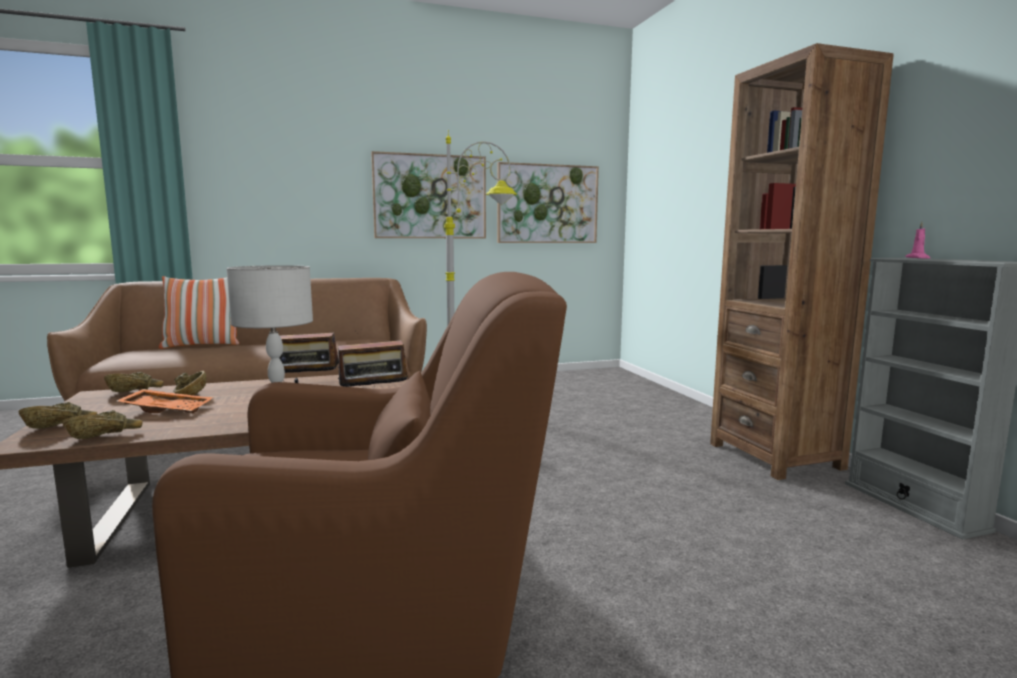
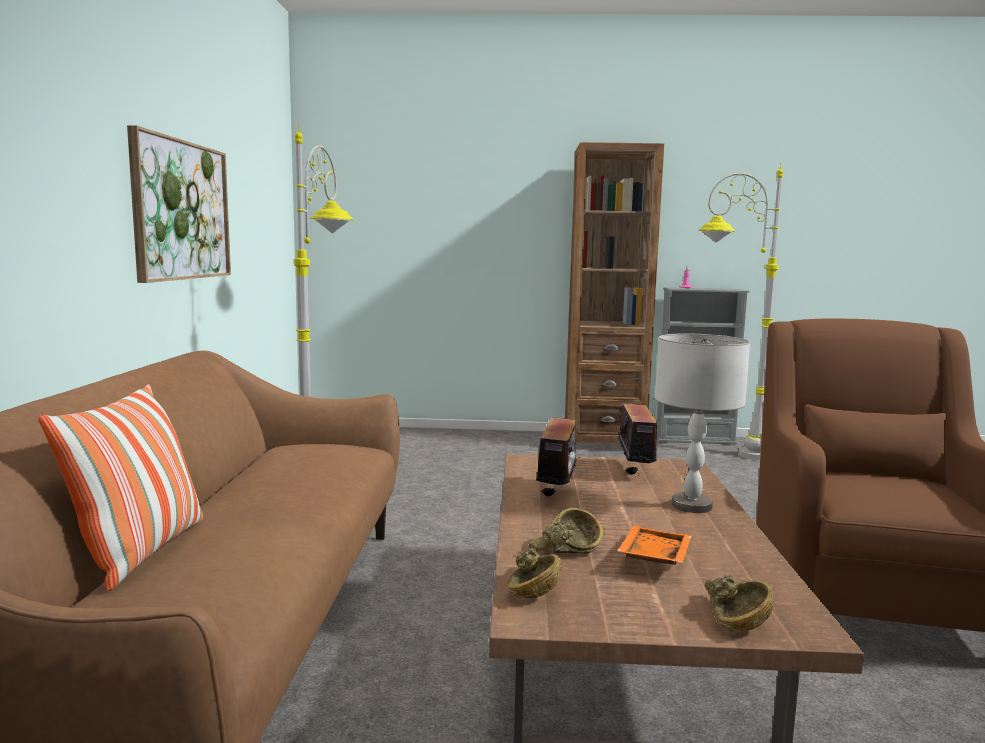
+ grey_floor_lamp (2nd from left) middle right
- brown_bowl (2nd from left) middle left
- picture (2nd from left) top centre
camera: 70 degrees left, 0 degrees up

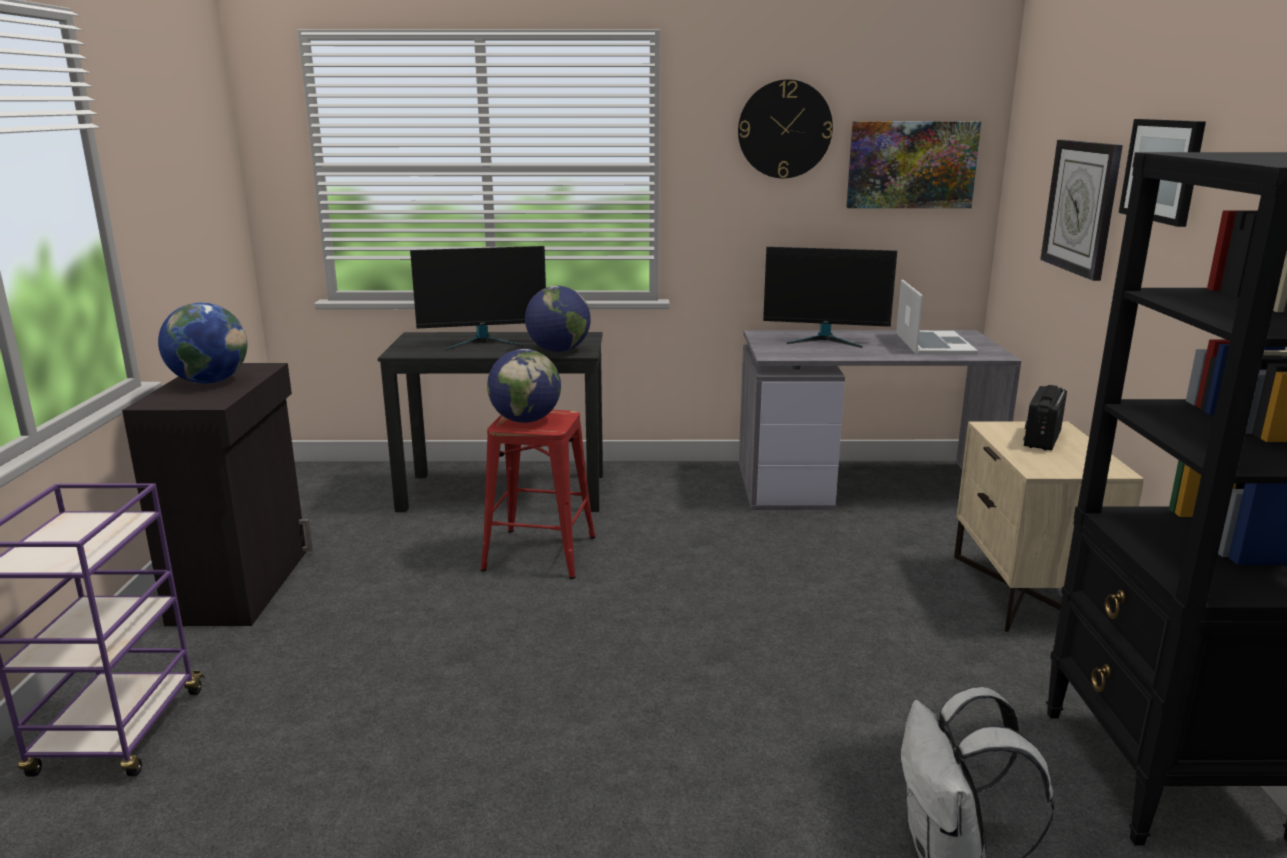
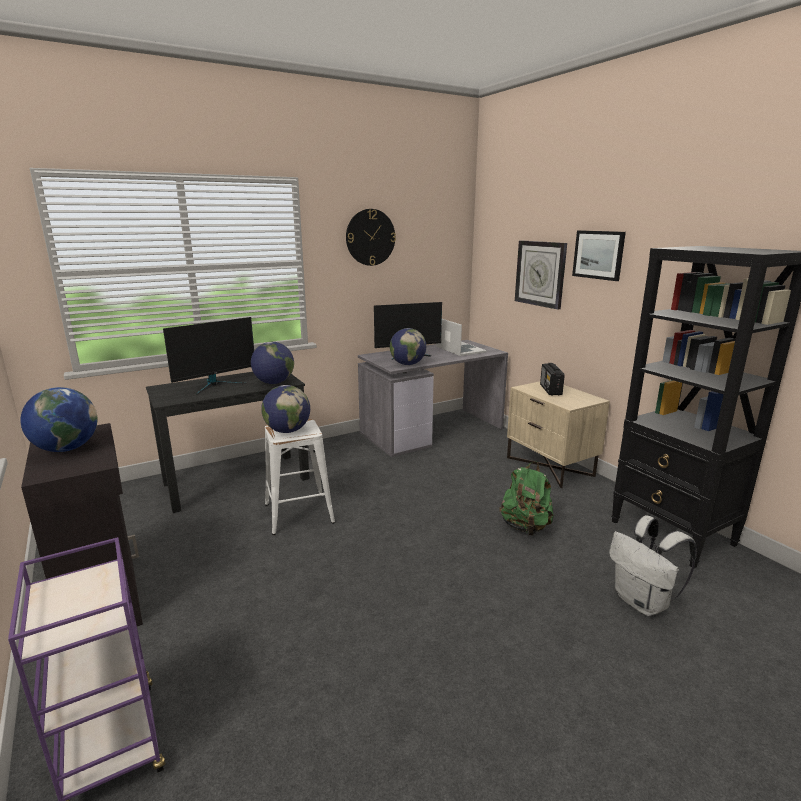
~ red_stool centre to white_stool centre
+ globe (4th from left) centre
+ green_backpack centre
- picture (1st from left) top right
camera: 30 degrees left, 0 degrees up

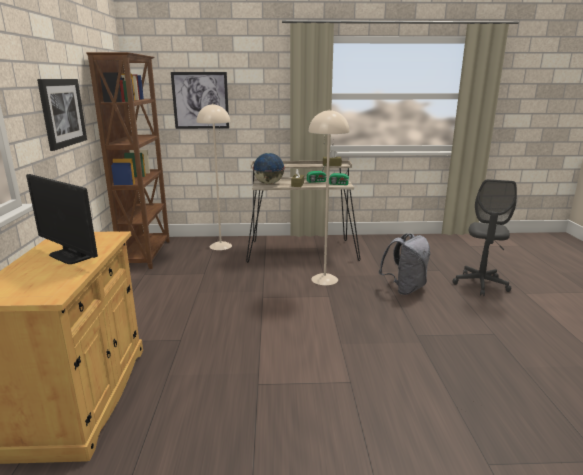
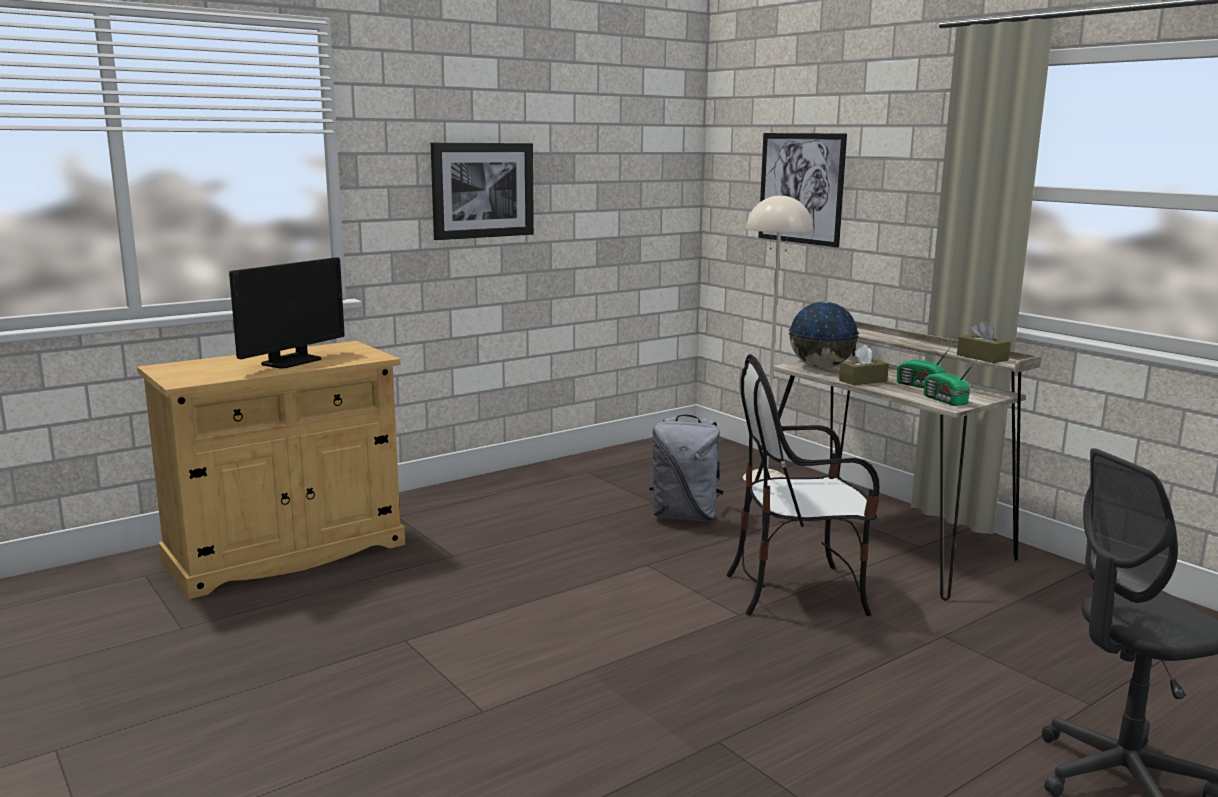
~ monitor middle left = middle left 150 degrees counterclockwise
~ grey_backpack middle right to centre
~ beige_floor_lamp (2nd from left) centre to chair centre
- brown_bookcase middle left
camera: 55 degrees right, 5 degrees down

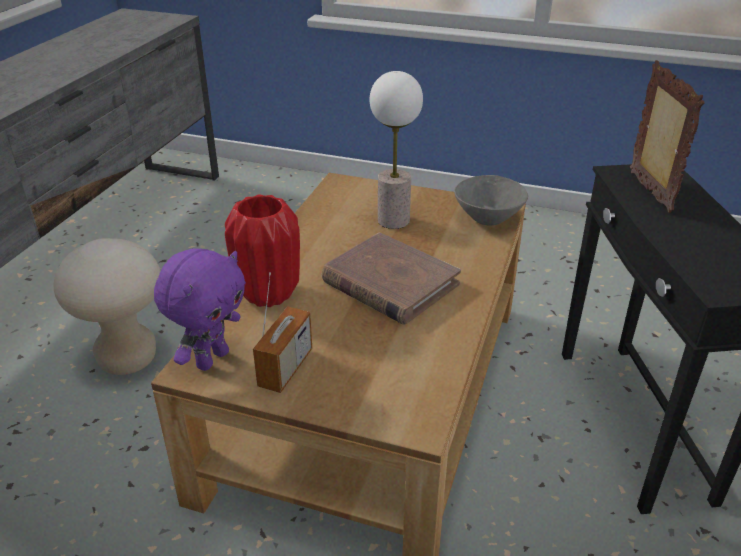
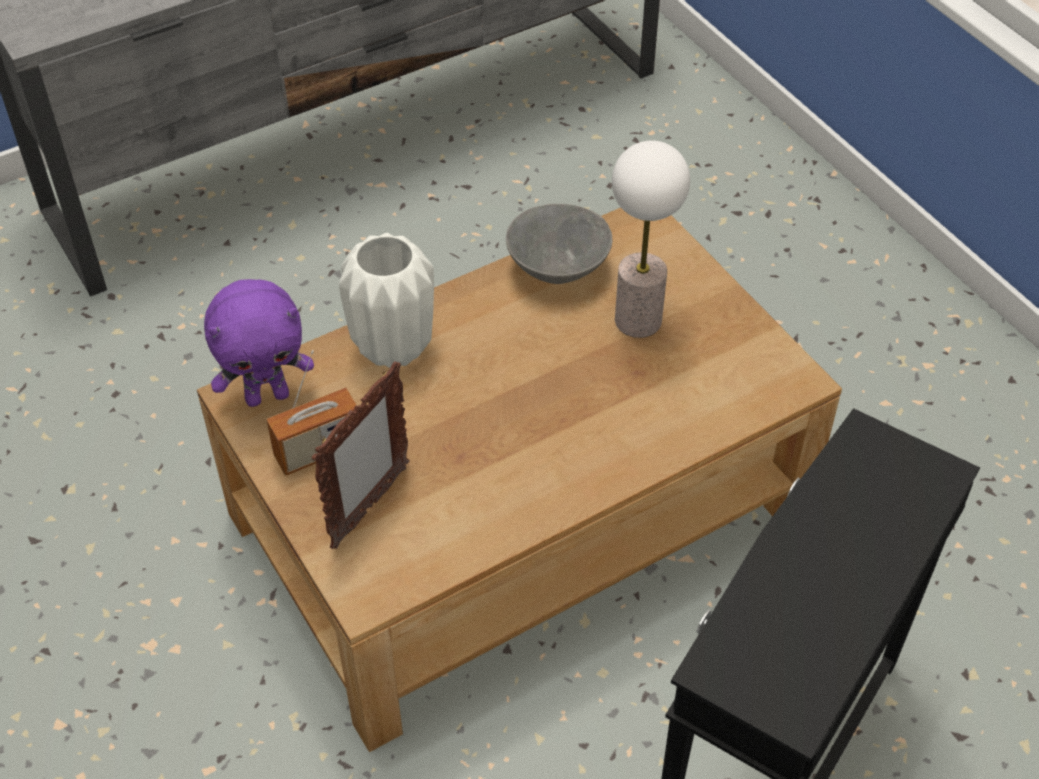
~ picture_frame top right to centre
~ red_vase centre to white_vase centre
~ grey_bowl centre to top centre
- beige_stool middle left
- brown_book centre
camera: 40 degrees right, 15 degrees up

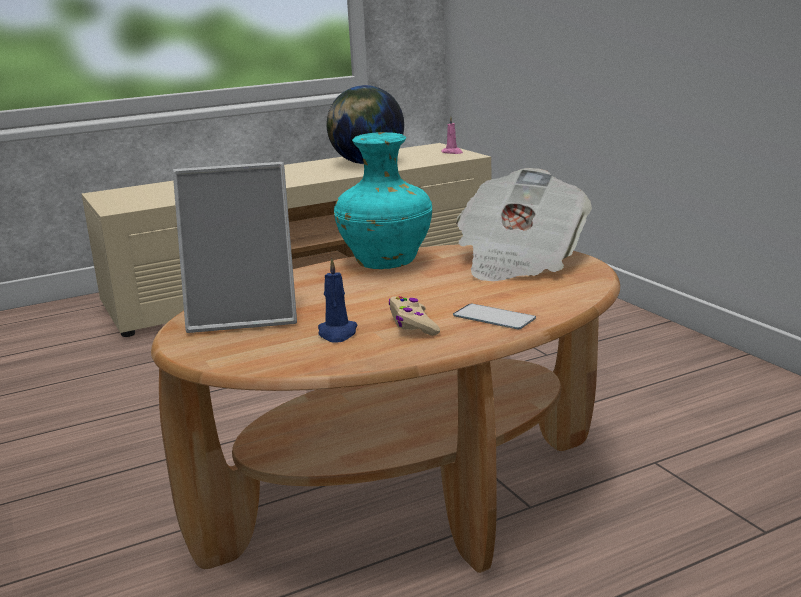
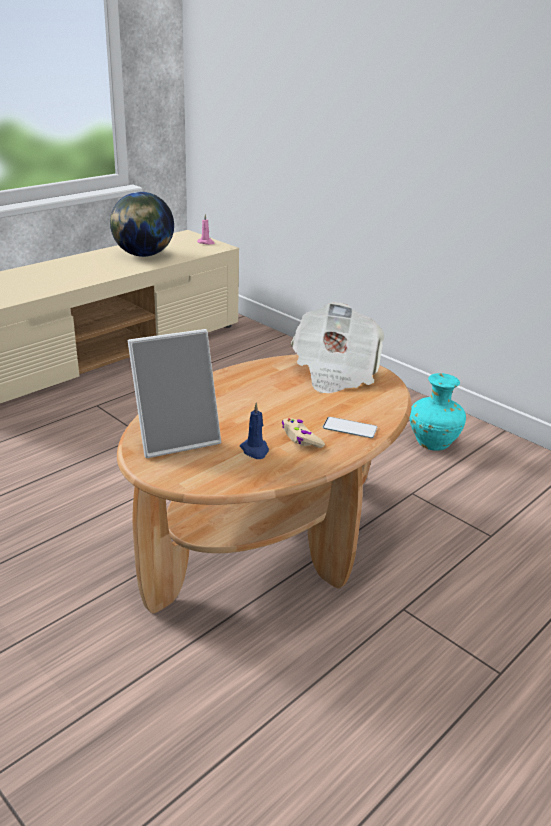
~ turquoise_vase centre to middle right
camera: 20 degrees left, 10 degrees up

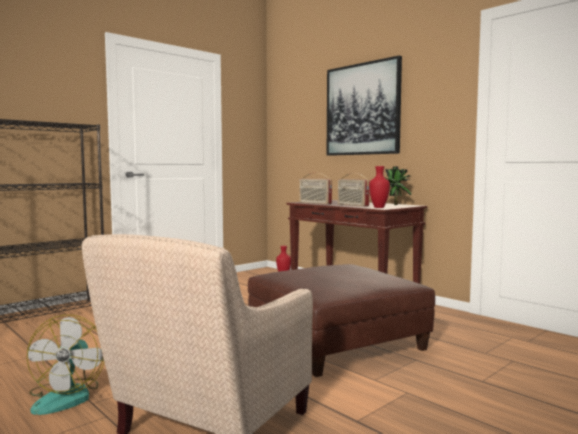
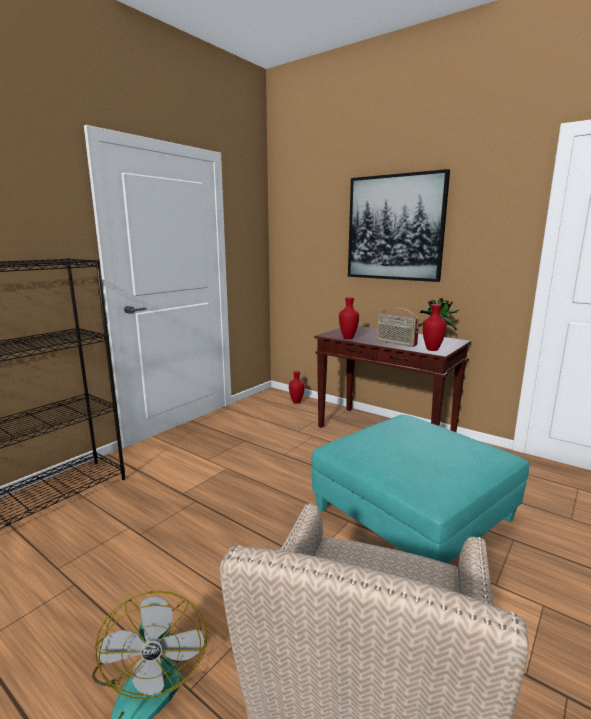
~ brown_ottoman bottom centre to turquoise_ottoman bottom right
~ radio (1st from left) centre to red_vase (2nd from left) centre
camera: 10 degrees left, 10 degrees up

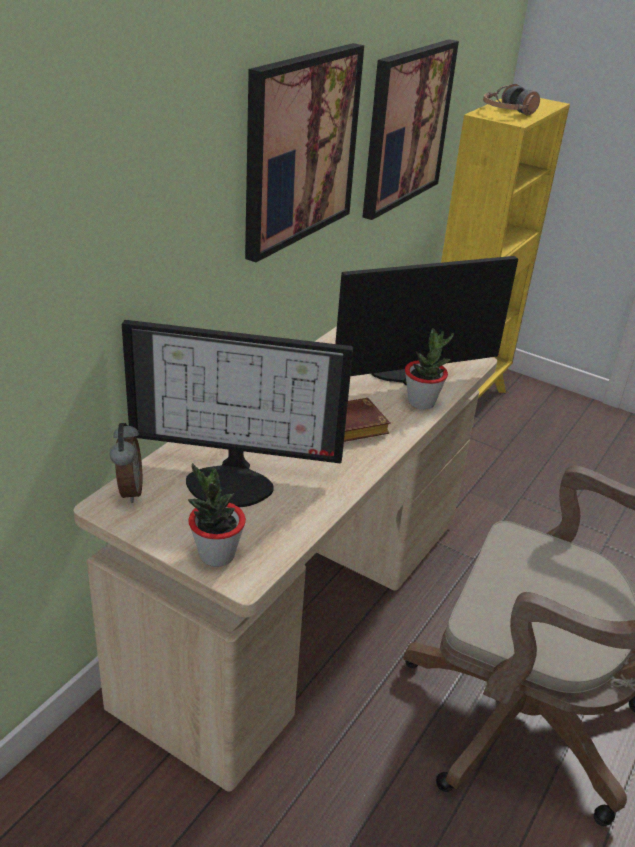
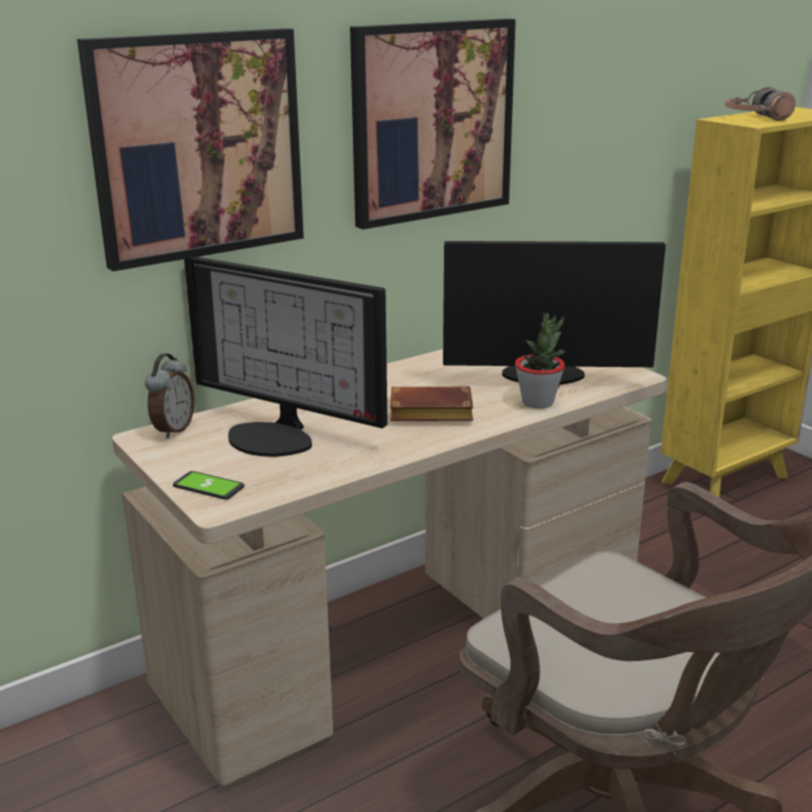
~ picture (2nd from left in the first image) top centre to picture (1st from left) top left
~ potted_plant (1st from left) centre to phone middle left
camera: 25 degrees right, 10 degrees down

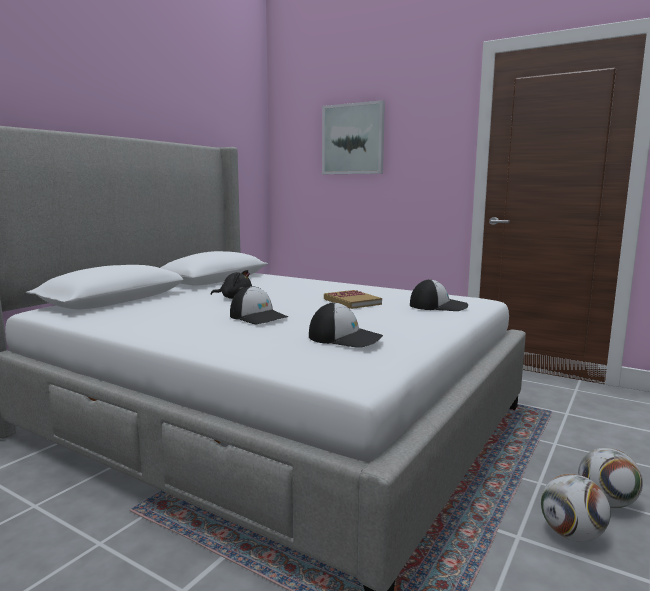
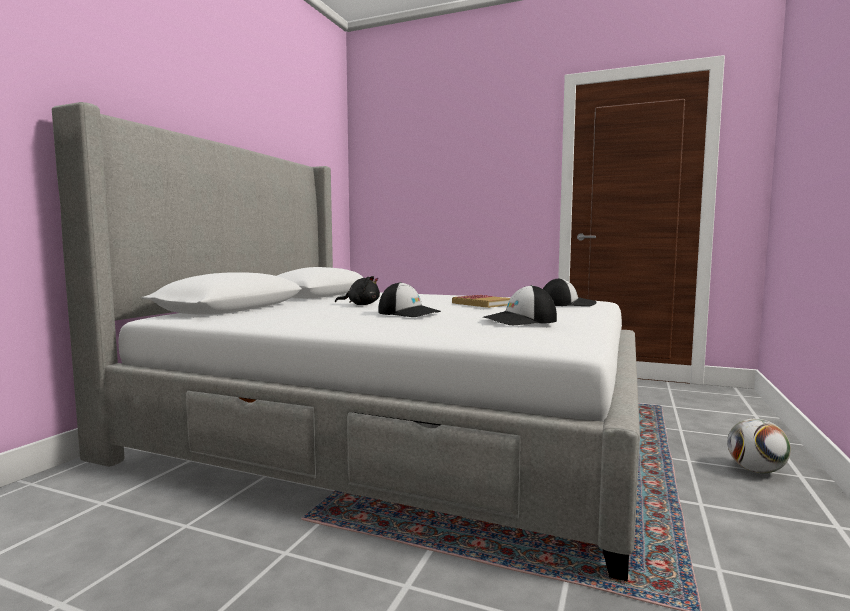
~ cap (2nd from left) centre = centre 150 degrees clockwise
- picture top centre
- football (1st from left) bottom right
camera: 10 degrees left, 5 degrees down

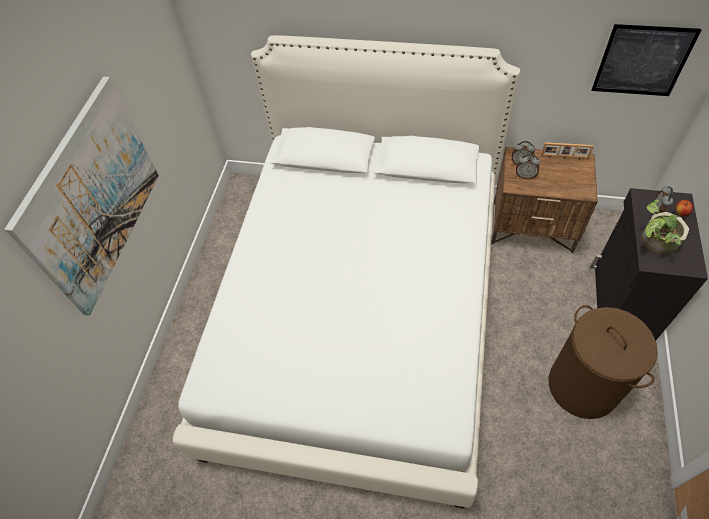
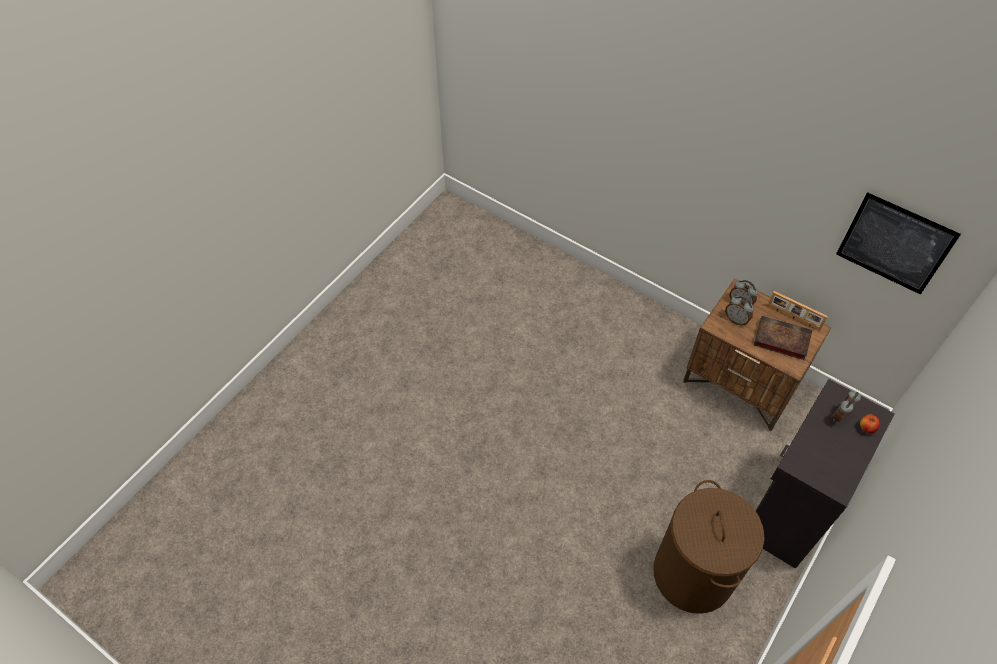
+ book middle right
- picture (1st from left) middle left
- white_bed centre
- potted_plant middle right
camera: 20 degrees right, 0 degrees up

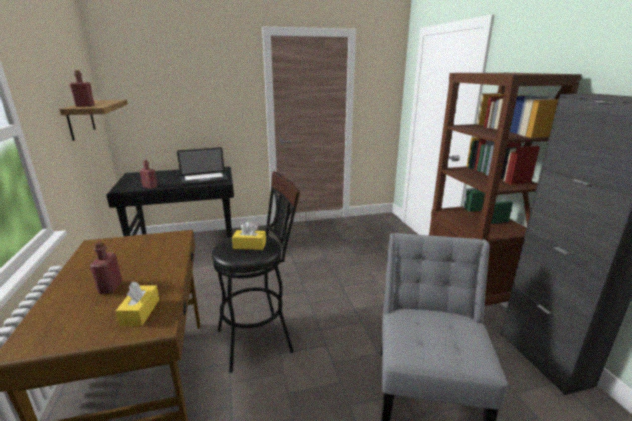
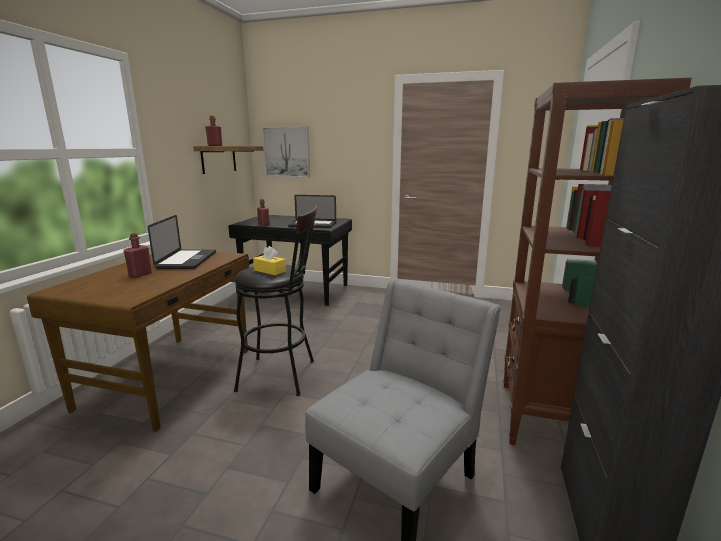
+ laptop (1st from left) middle left
+ picture top centre
- yellow_tissue_box (1st from left) bottom left
camera: 30 degrees right, 5 degrees down

